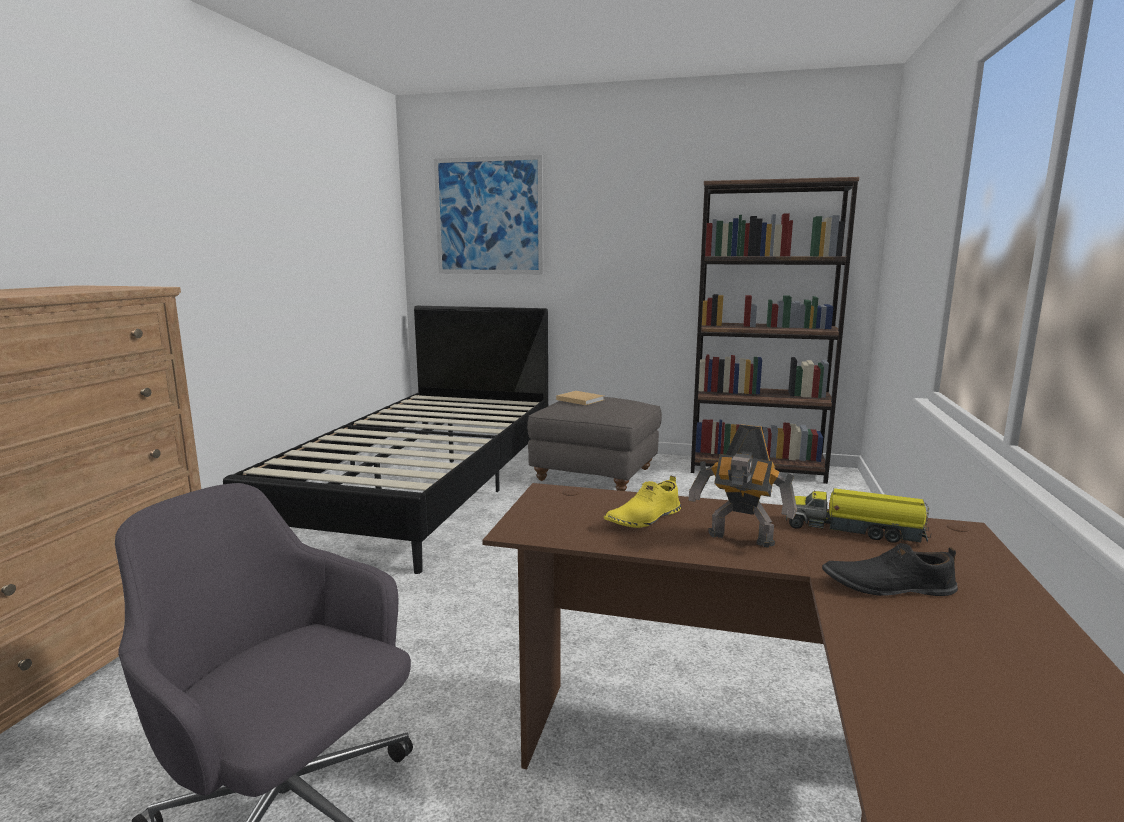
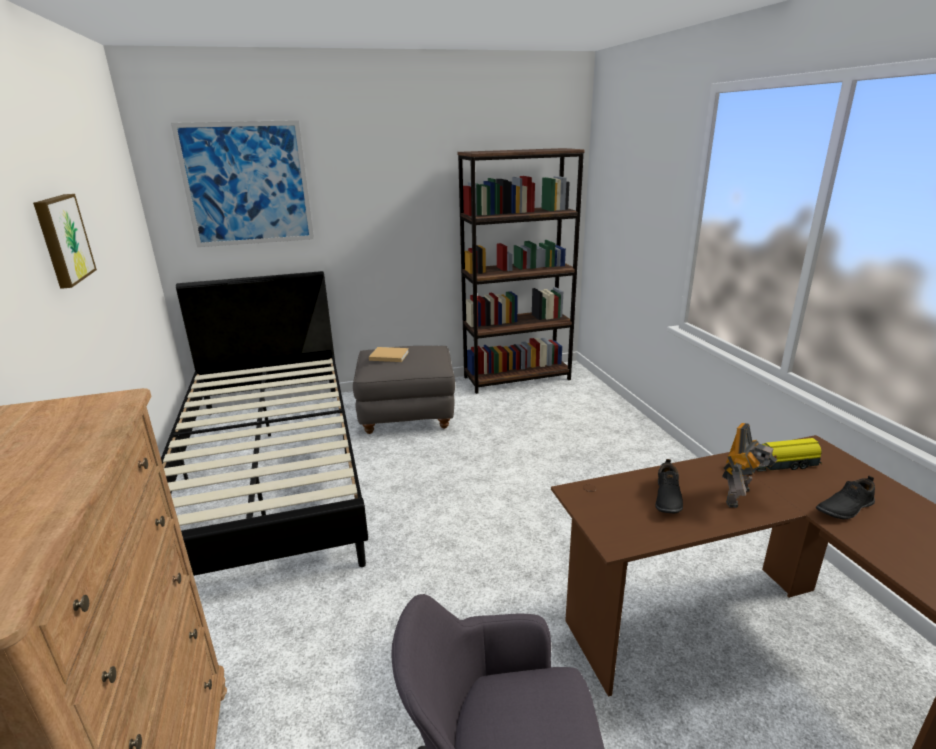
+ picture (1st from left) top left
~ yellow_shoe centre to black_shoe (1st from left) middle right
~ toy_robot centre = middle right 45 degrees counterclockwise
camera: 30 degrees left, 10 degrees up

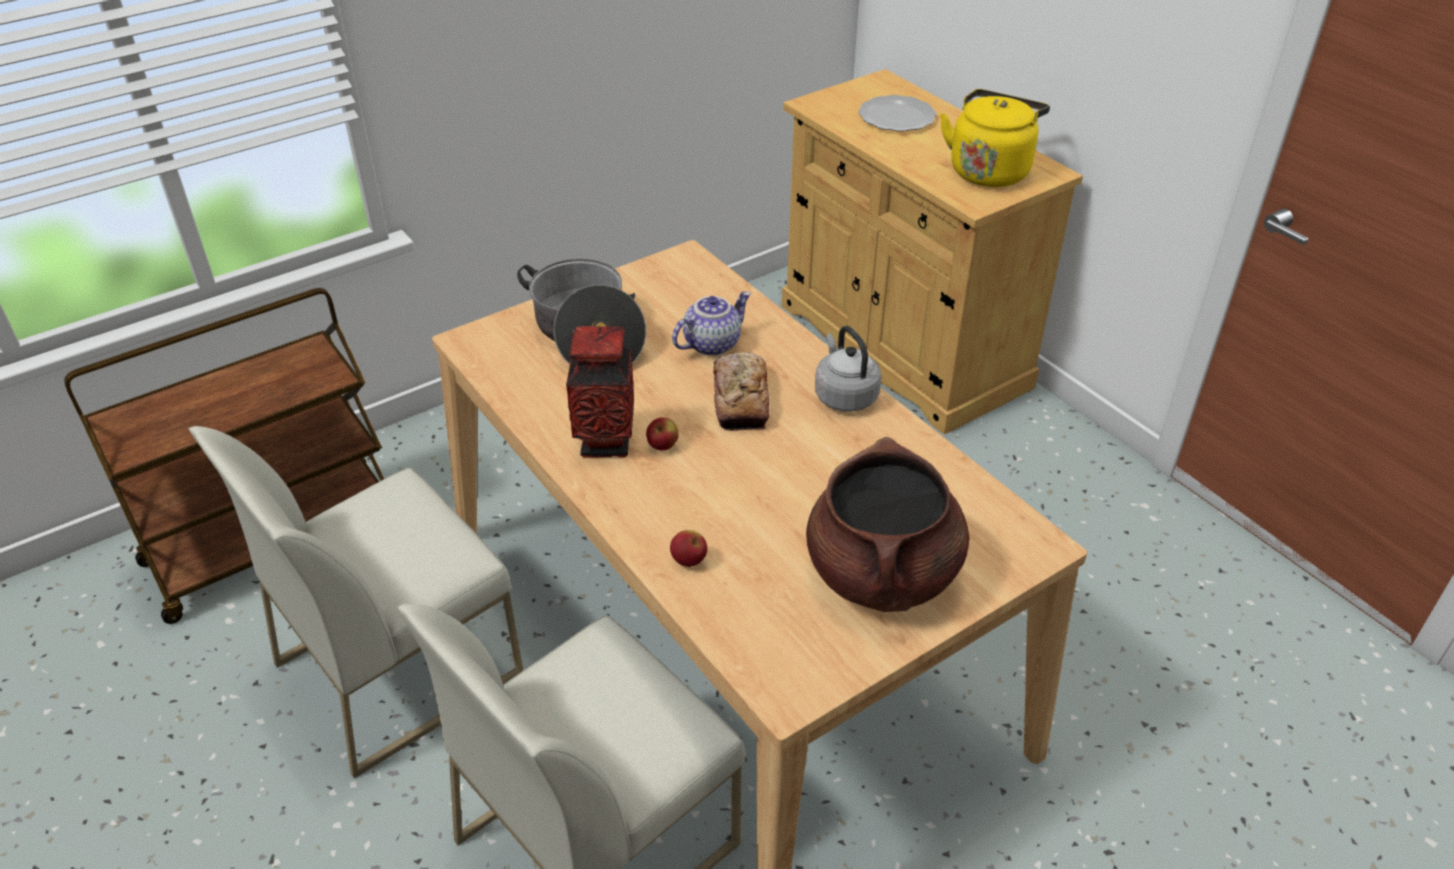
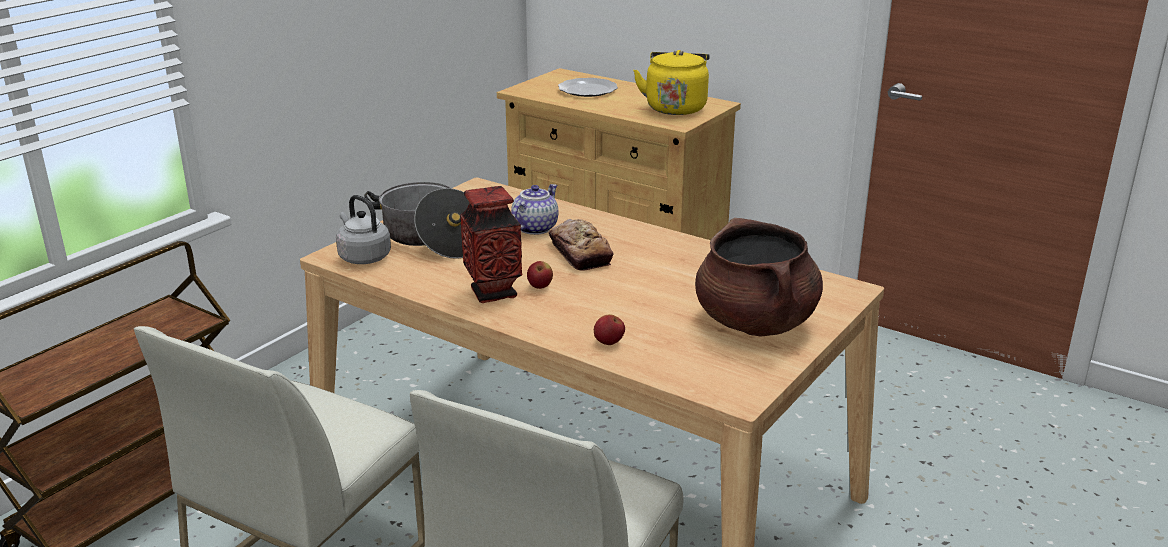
~ grey_kettle centre to middle left
camera: 20 degrees left, 15 degrees down

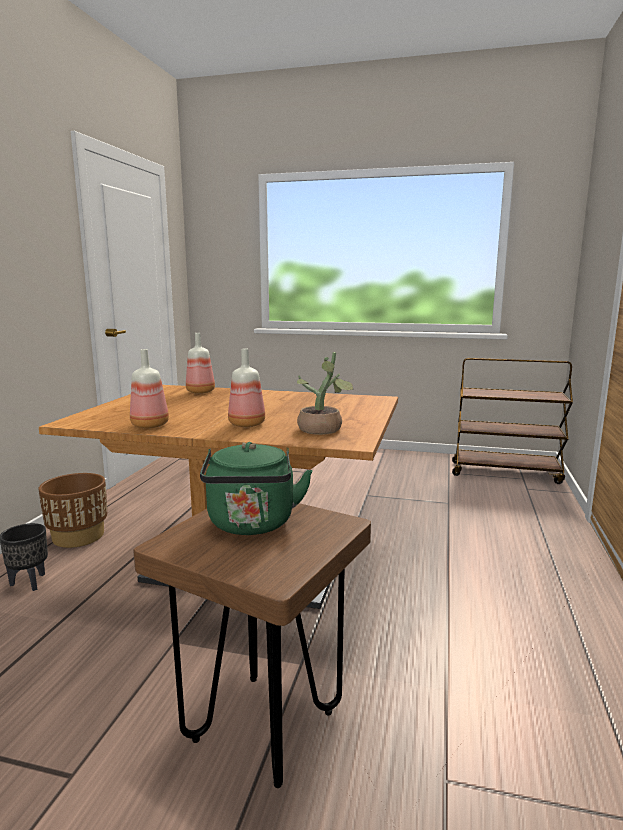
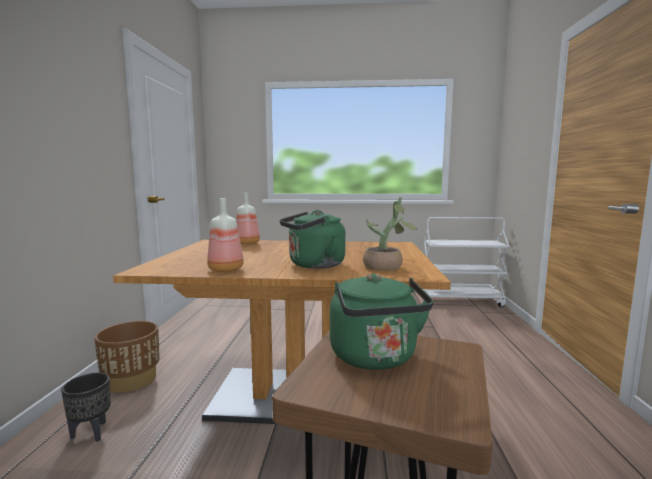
~ bottle (3rd from left) centre to green_kettle (1st from left) centre
~ brown_cart middle right to white_cart middle right
camera: 10 degrees left, 5 degrees down

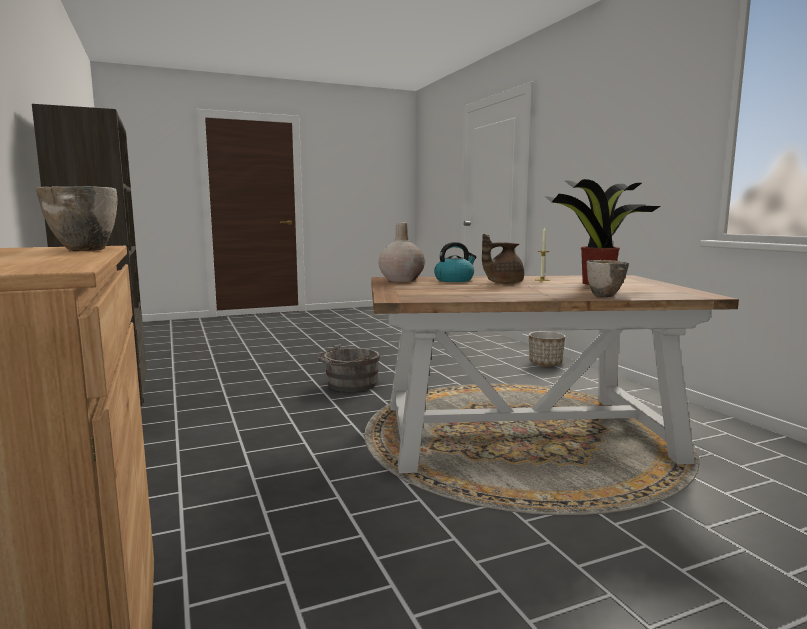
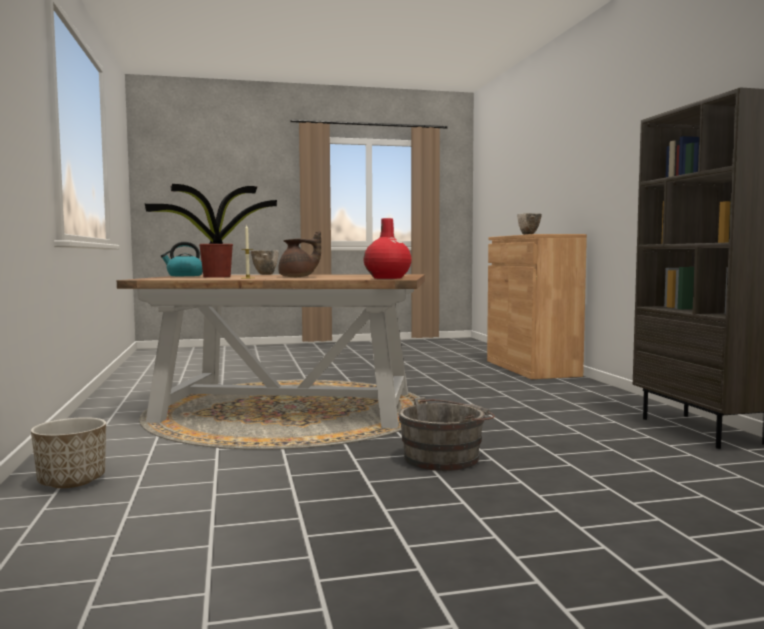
~ kettle centre to middle left
~ beige_vase centre to red_vase centre
camera: 170 degrees left, 5 degrees down

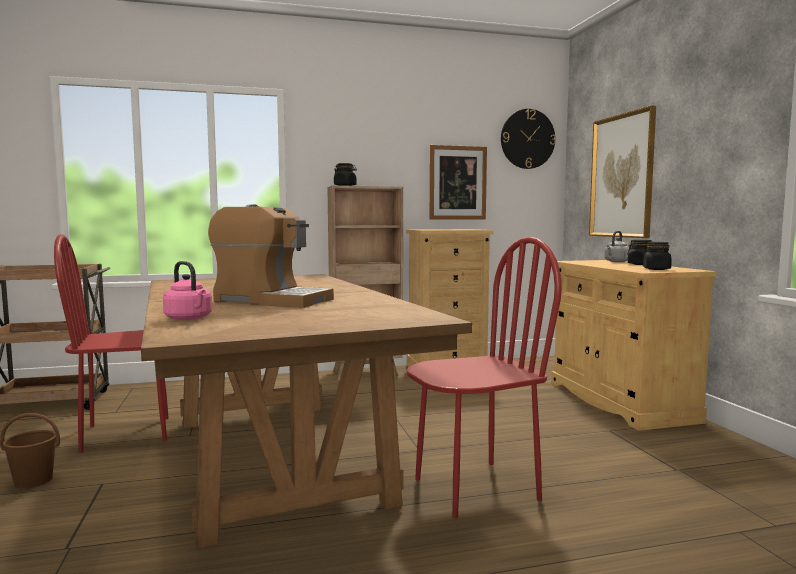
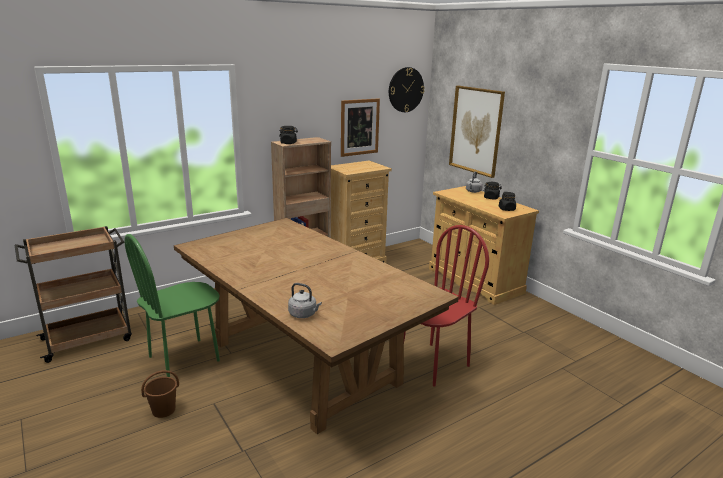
~ red_chair (1st from left) middle left to green_chair middle left
~ pink_kettle middle left to grey_kettle (1st from left) centre
- coffee_machine centre
camera: 20 degrees left, 15 degrees up

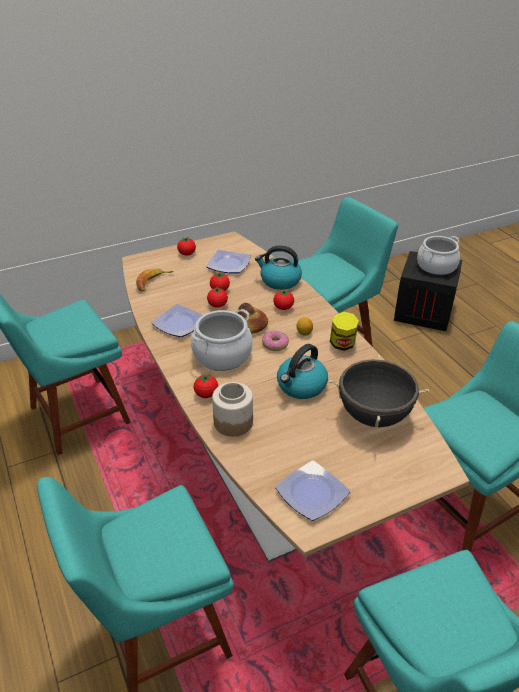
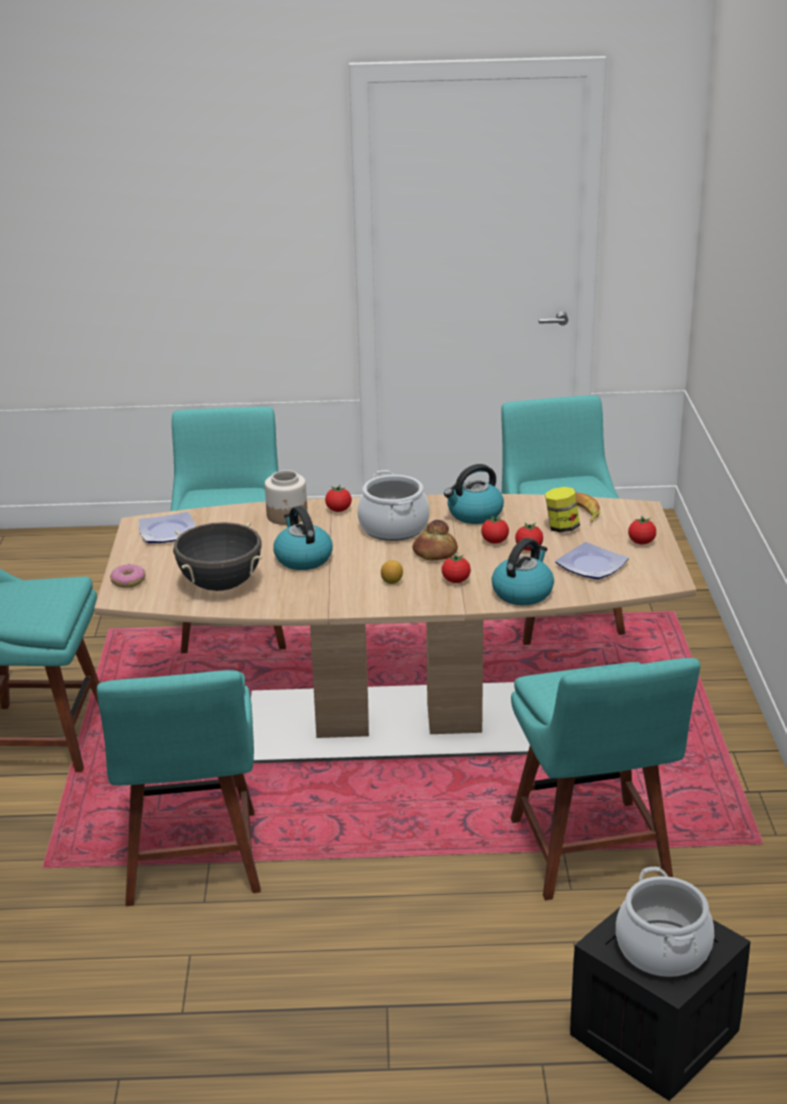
~ donut centre to middle left
~ plate (1st from left) centre to kettle (2nd from left) centre
~ jar (2nd from left) centre to middle right
camera: 115 degrees right, 10 degrees down

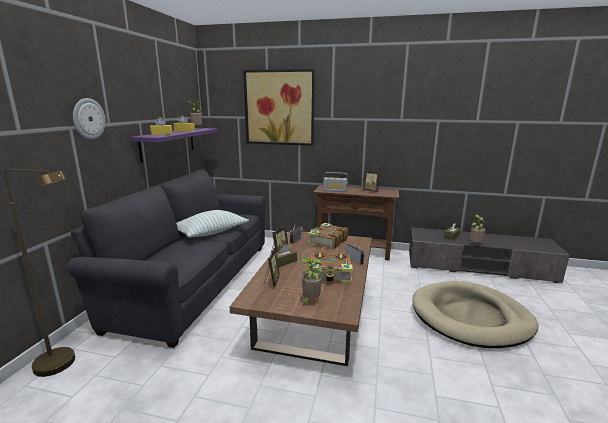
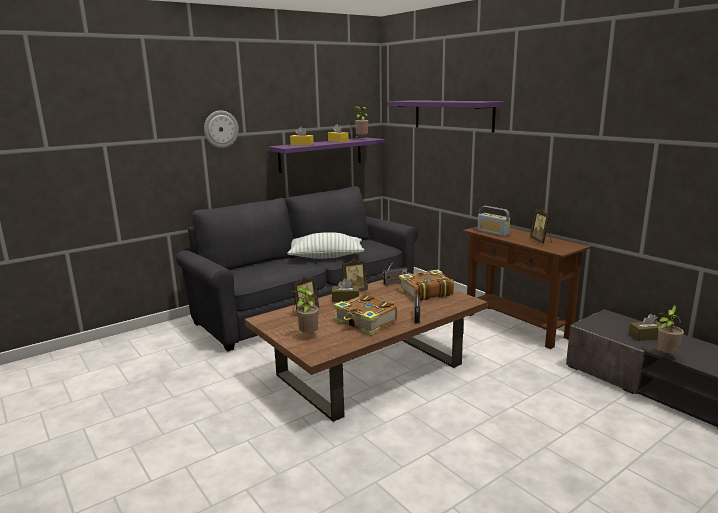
~ picture top centre to purple_shelf (2nd from left) top centre
- brown_floor_lamp middle left
- beige_dog_bed bottom right
camera: 40 degrees right, 0 degrees up

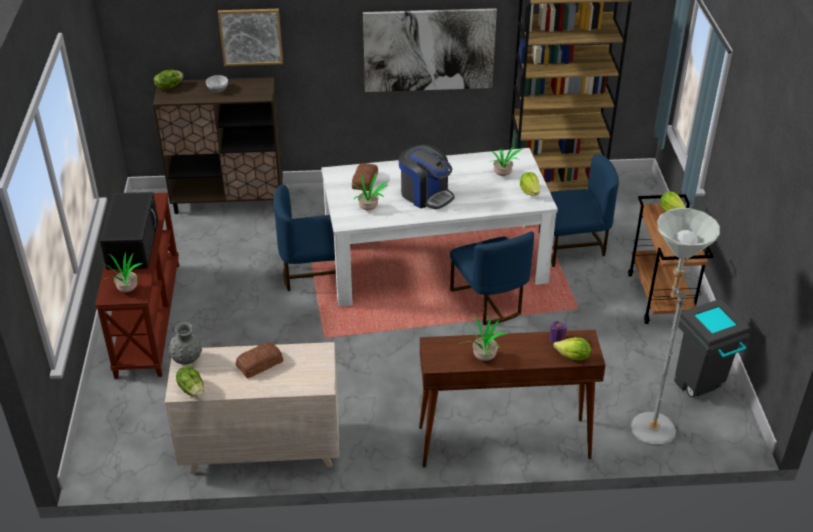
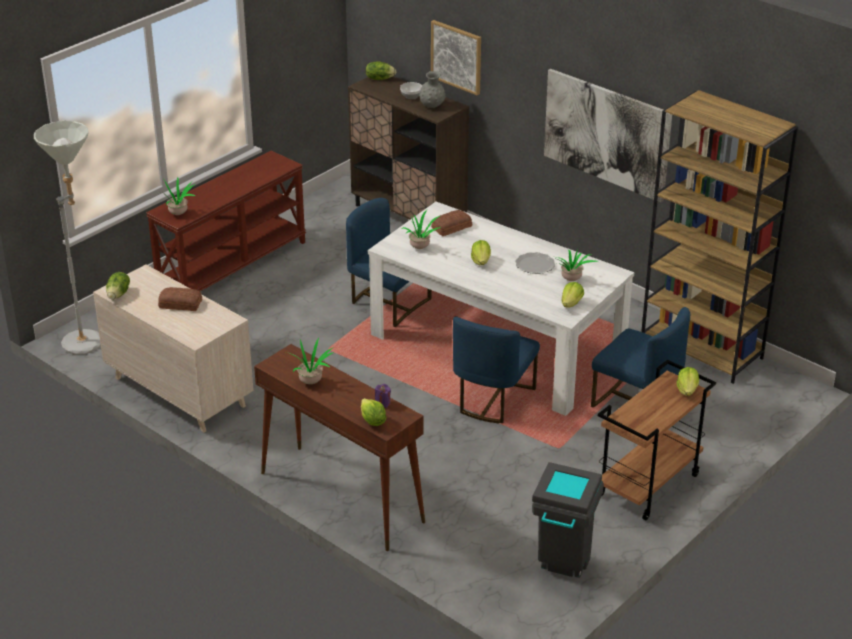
~ grey_floor_lamp middle right to middle left
~ grey_vase middle left to top centre
~ coffee_machine top centre to lettuce (4th from left) centre
+ plate centre
- black_microwave middle left
camera: 45 degrees right, 5 degrees down

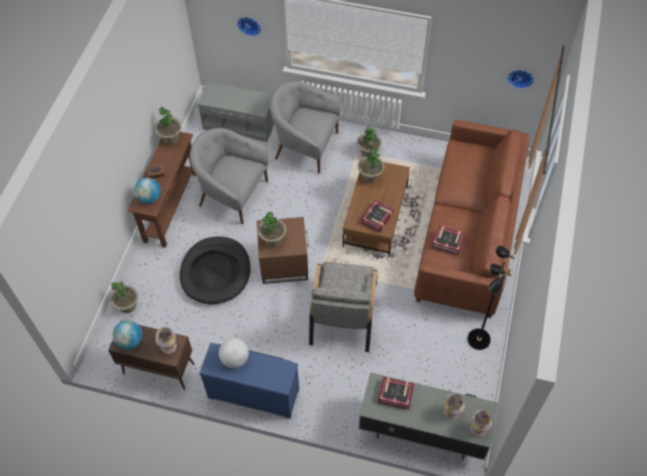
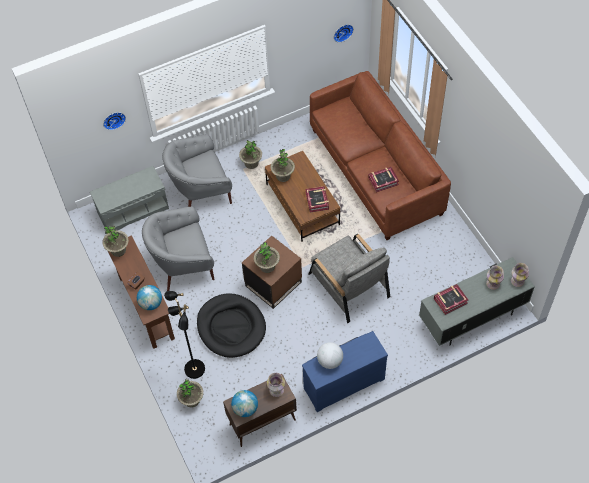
~ black_floor_lamp middle right to bottom left
camera: 40 degrees left, 0 degrees up

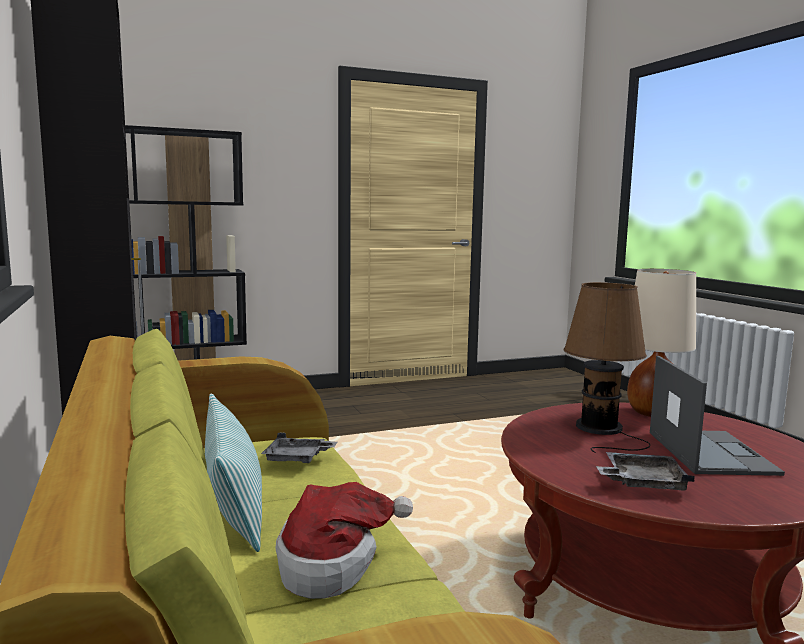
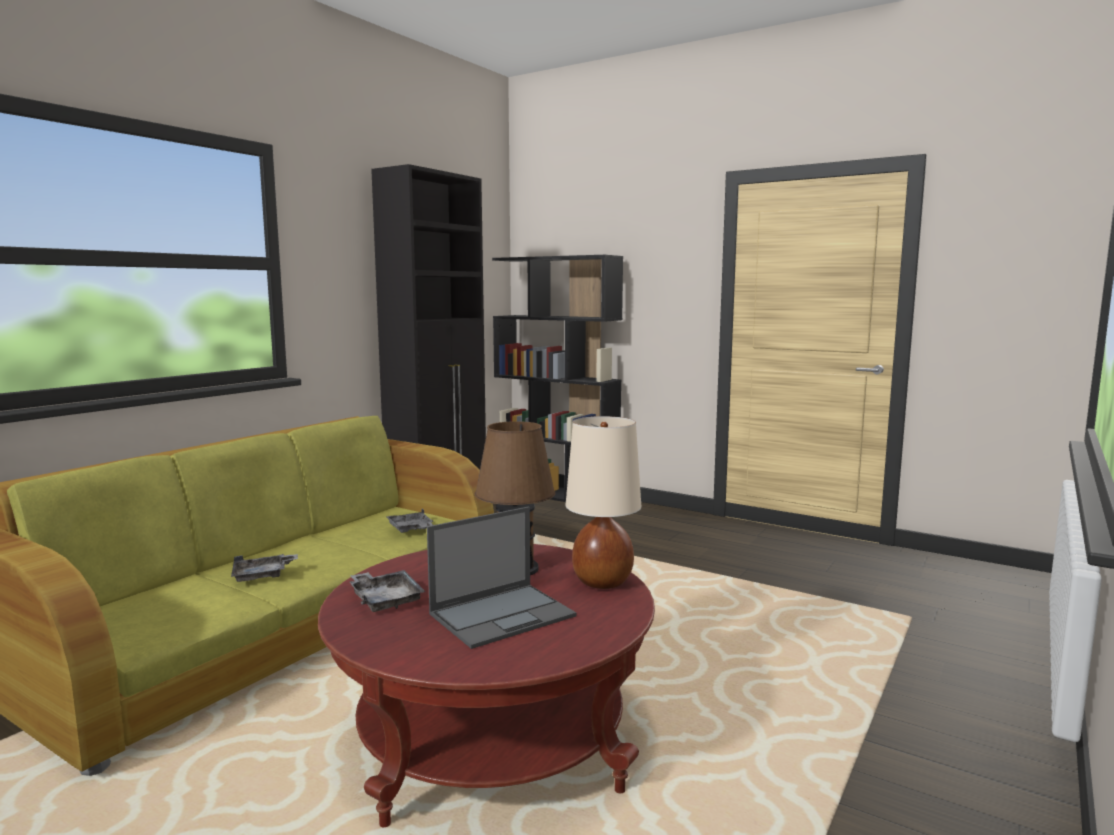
~ hat bottom centre to grey_tray (1st from left) bottom left
- pillow bottom left
camera: 55 degrees right, 0 degrees up

